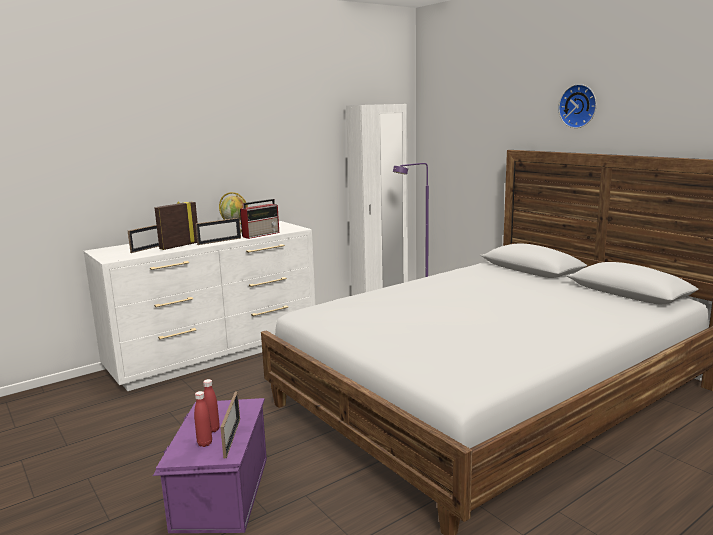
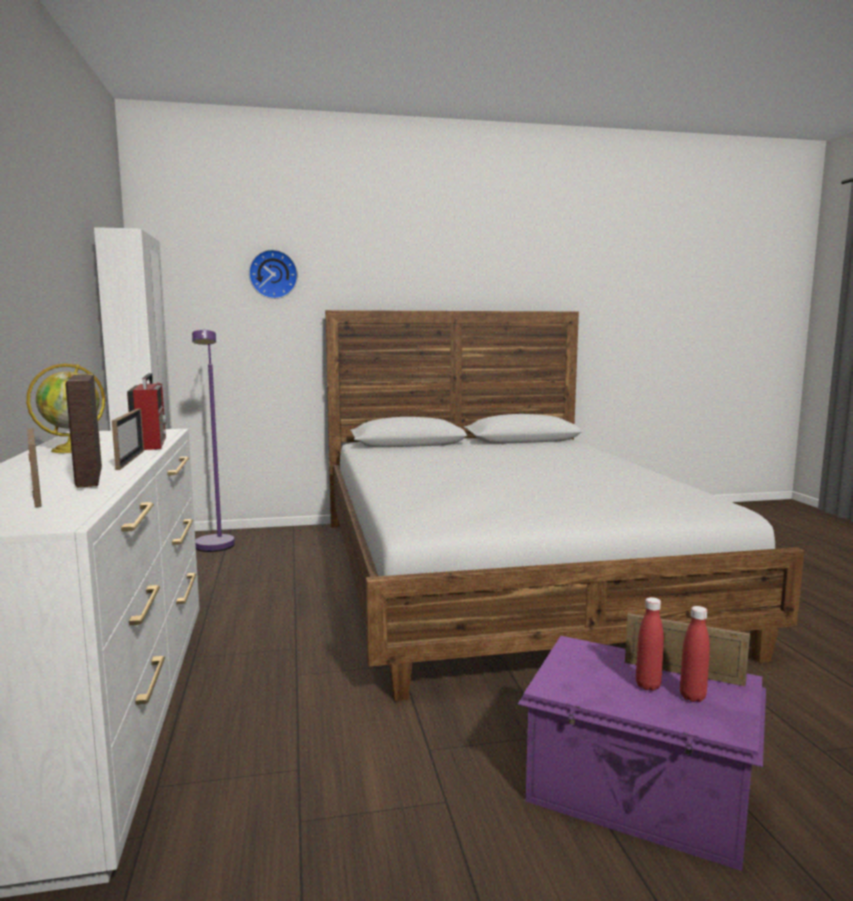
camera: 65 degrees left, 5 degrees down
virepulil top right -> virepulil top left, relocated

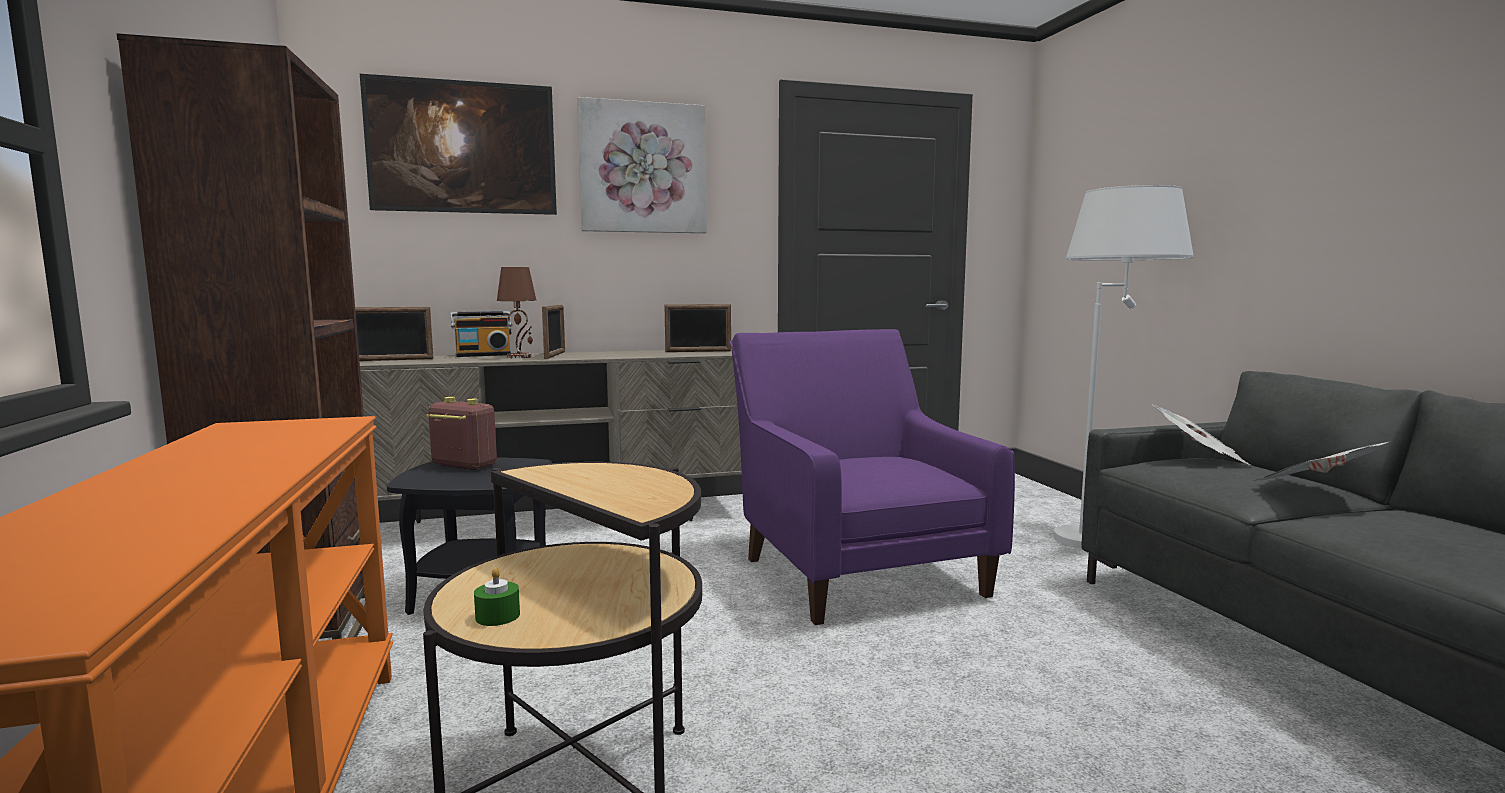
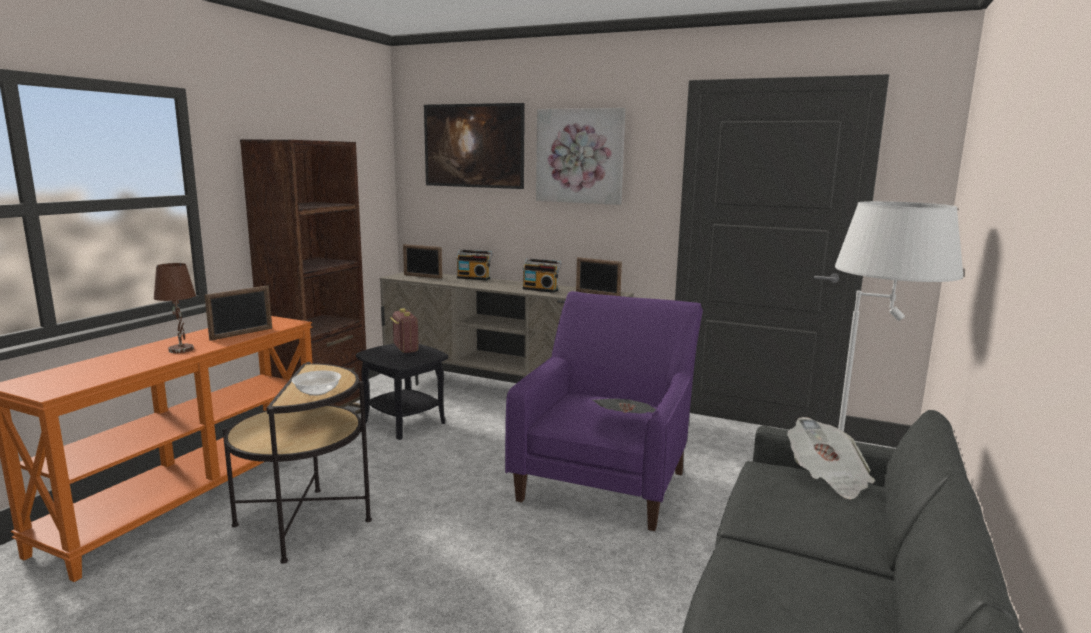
camera: 40 degrees right, 5 degrees up
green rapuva bottom left -> none
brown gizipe centre -> brown gizipe middle left, relocated
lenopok (no. 2 from left in the first image) centre -> lenopok (no. 1 from left) middle left, relocated
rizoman (no. 2 from left in the first image) middle right -> rizoman (no. 1 from left) centre, relocated
none -> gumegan middle left
none -> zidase (no. 3 from left) centre

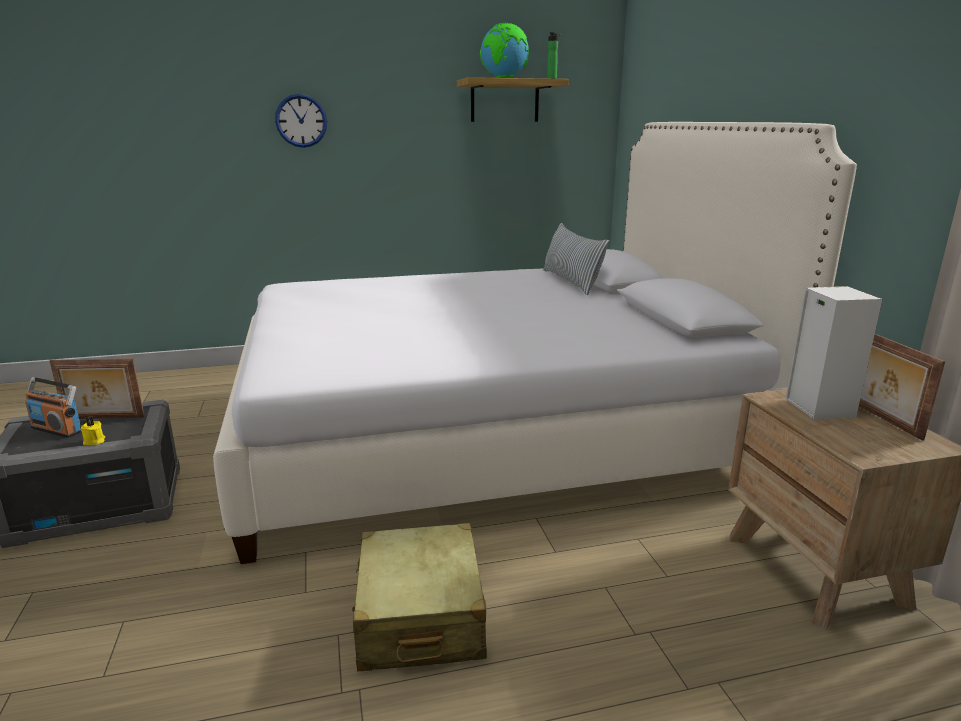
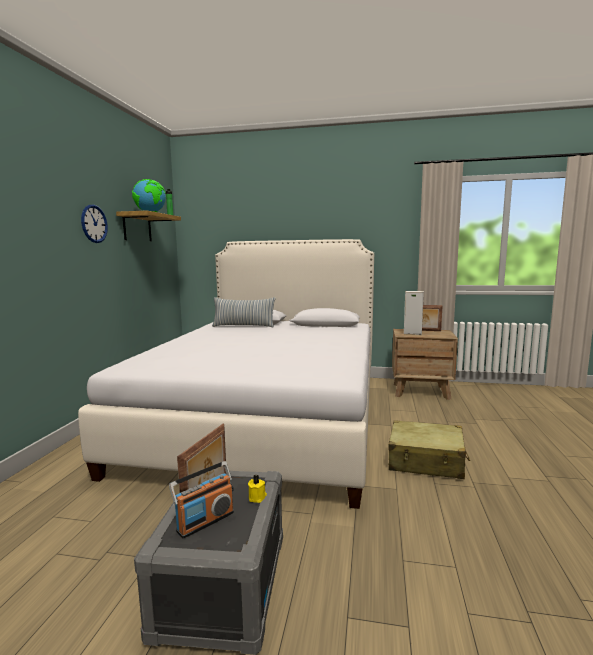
camera: 65 degrees left, 10 degrees down
virepulil top left -> virepulil middle left, relocated

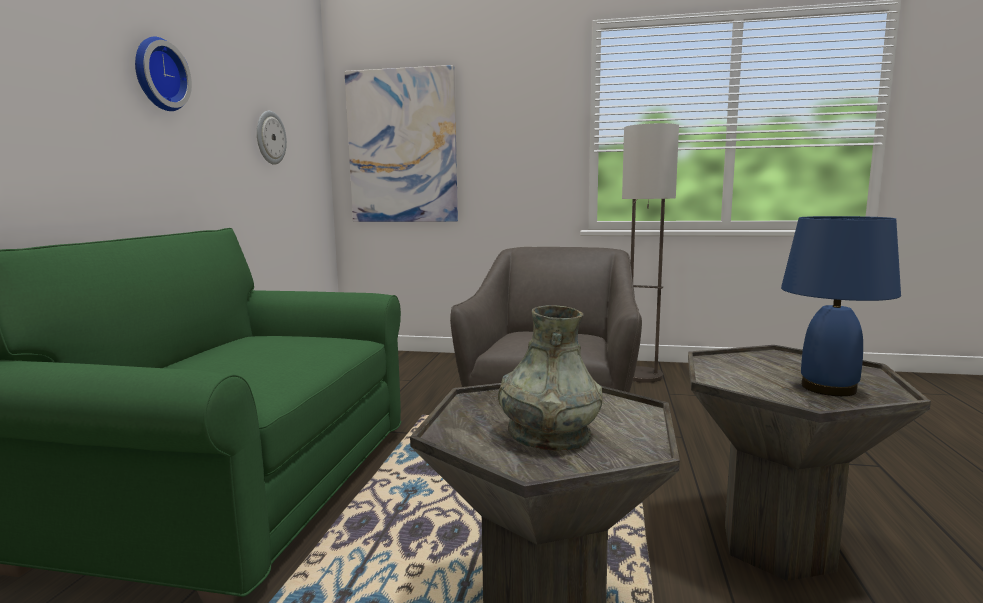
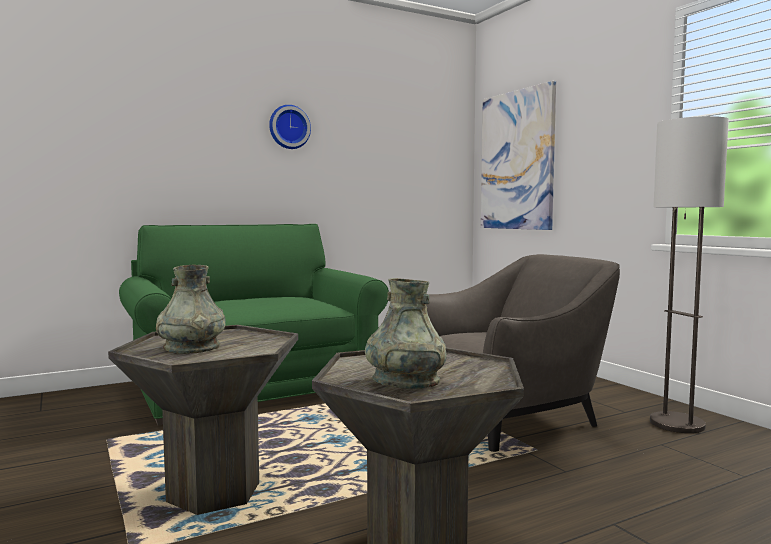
camera: 50 degrees right, 5 degrees down
virepulil (no. 2 from left) top left -> none
blue gizipe middle right -> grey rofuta (no. 2 from left) centre

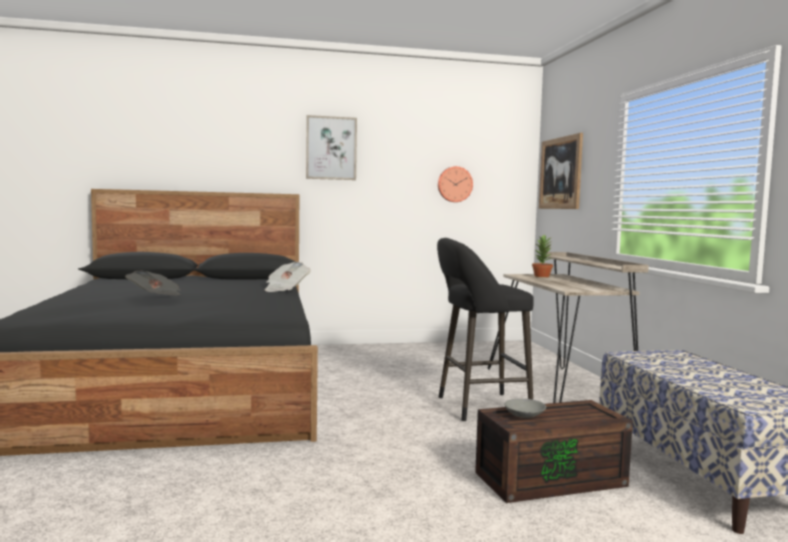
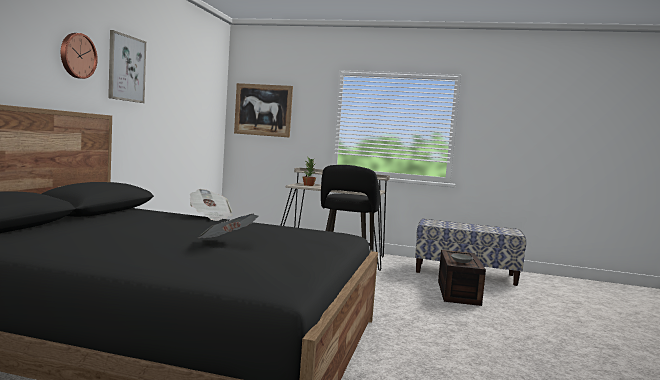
camera: 65 degrees left, 0 degrees up
virepulil centre -> virepulil top left, relocated

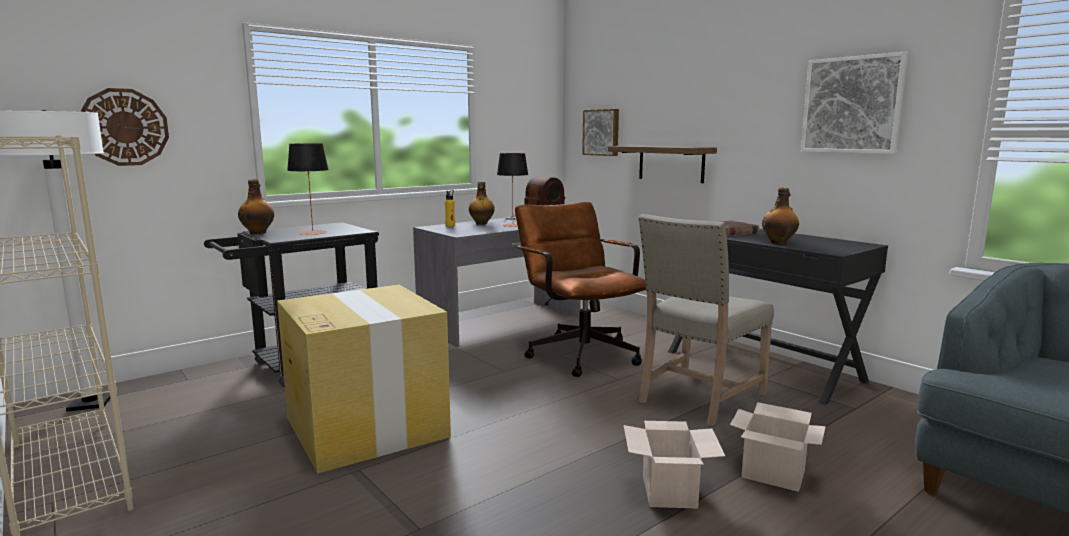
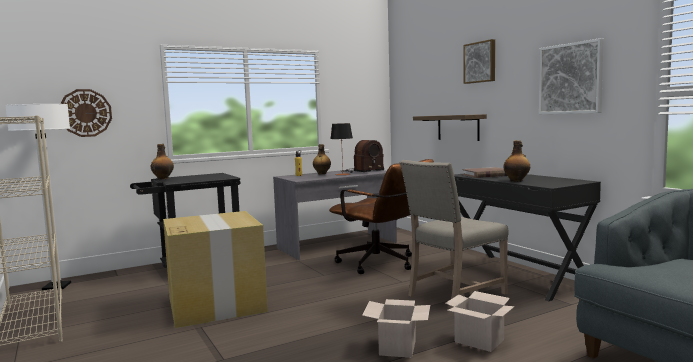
camera: 10 degrees right, 5 degrees down
gizipe (no. 1 from left) middle left -> none
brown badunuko centre, 150 degrees clockwise
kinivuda (no. 1 from left) top centre -> kinivuda (no. 1 from left) top right, relocated

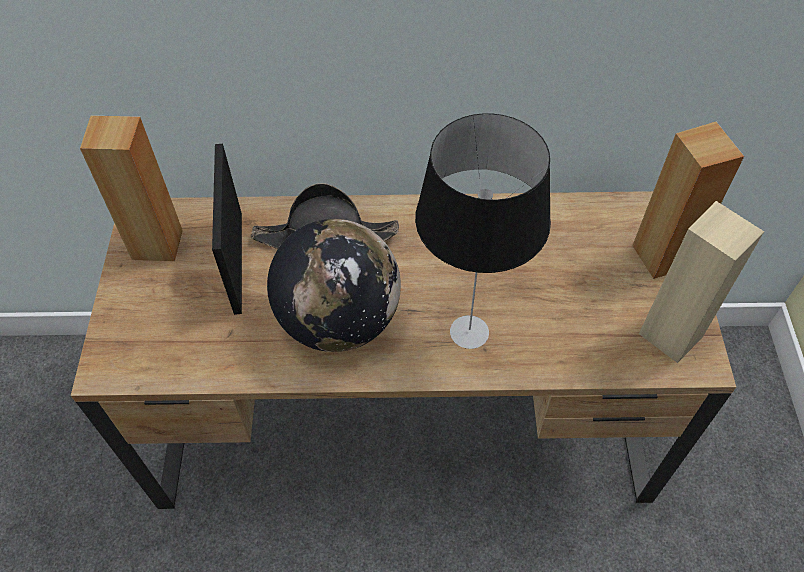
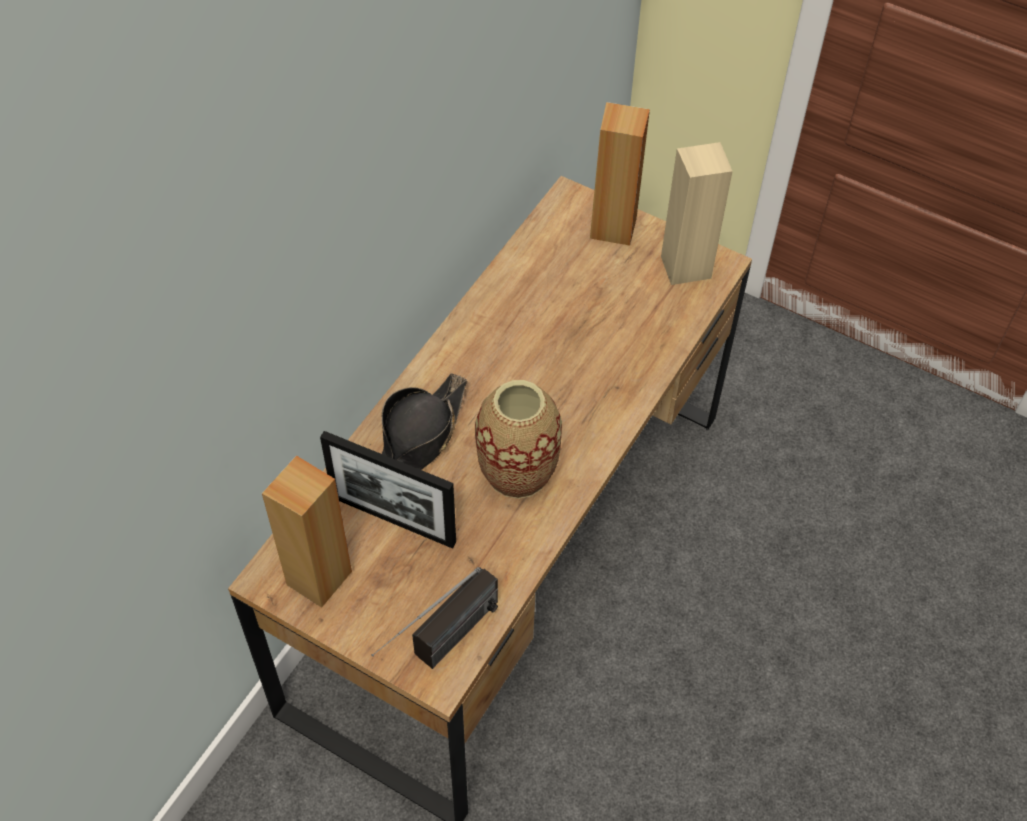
camera: 60 degrees left, 0 degrees up
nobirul centre -> rofuta centre
gizipe centre -> none
none -> zidase bottom centre

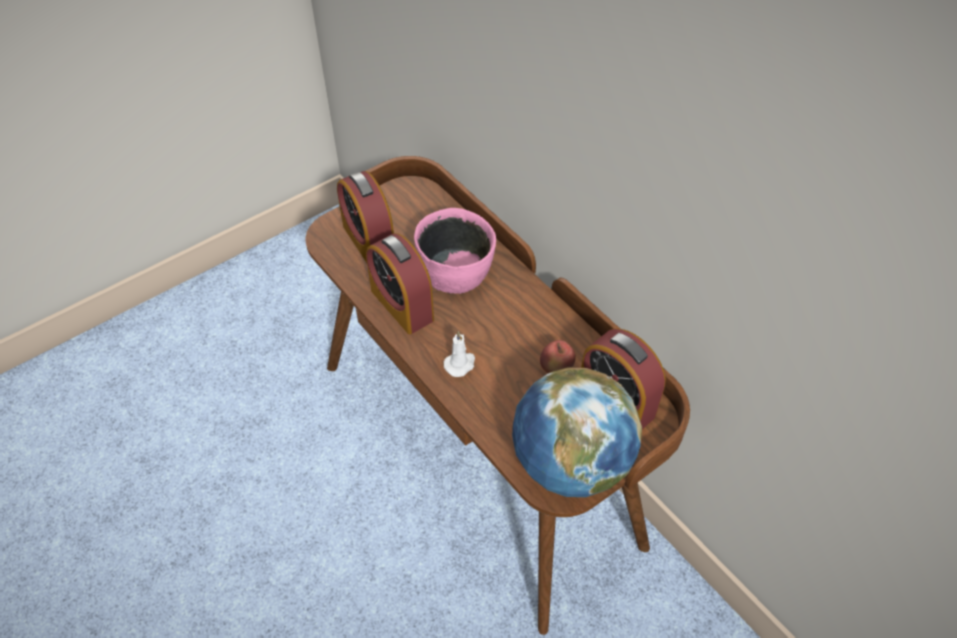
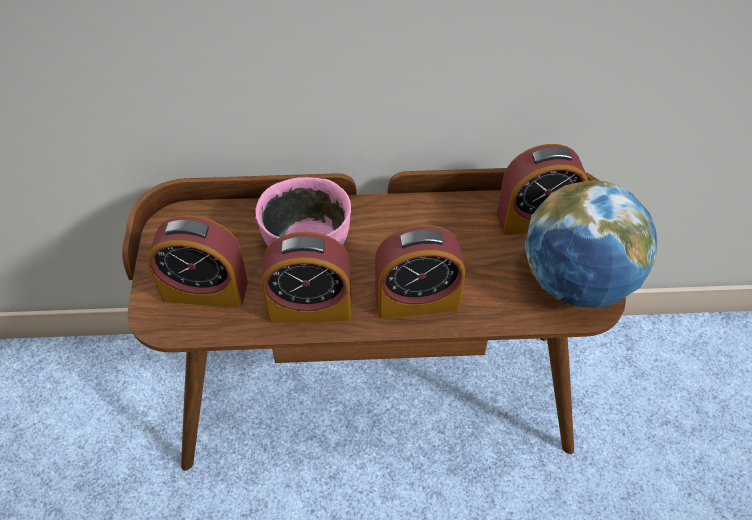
camera: 55 degrees left, 0 degrees up
white rapuva centre -> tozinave (no. 3 from left) centre
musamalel centre -> none

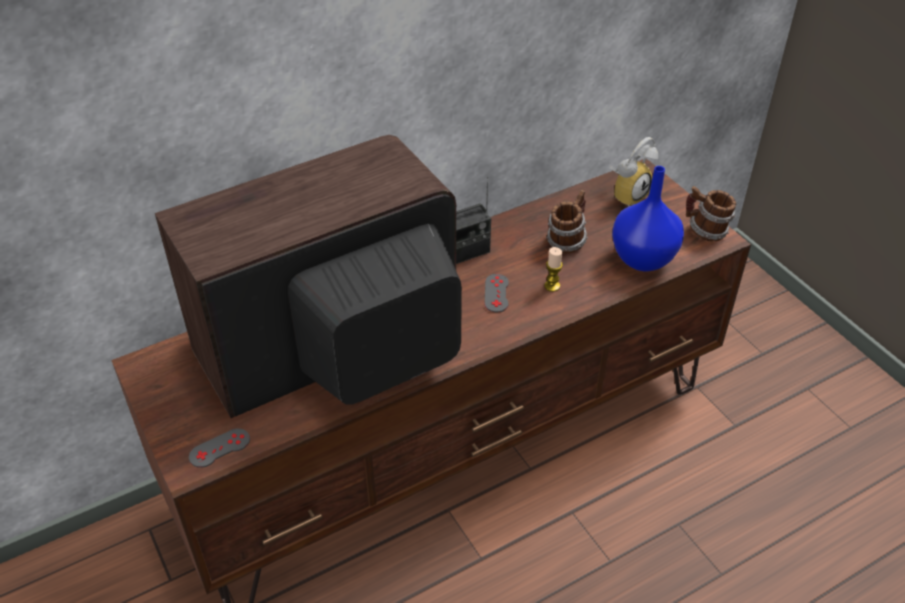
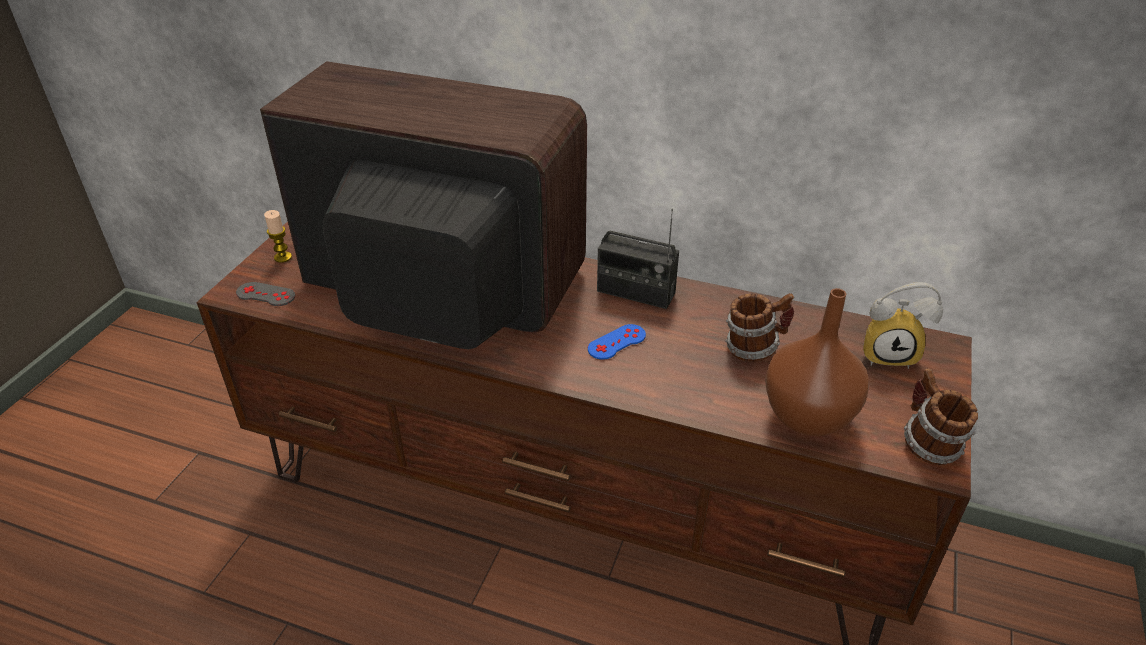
camera: 50 degrees right, 5 degrees down
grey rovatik (no. 2 from left) centre -> blue rovatik centre
rapuva centre -> rapuva middle left, relocated
blue rofuta middle right -> brown rofuta middle right

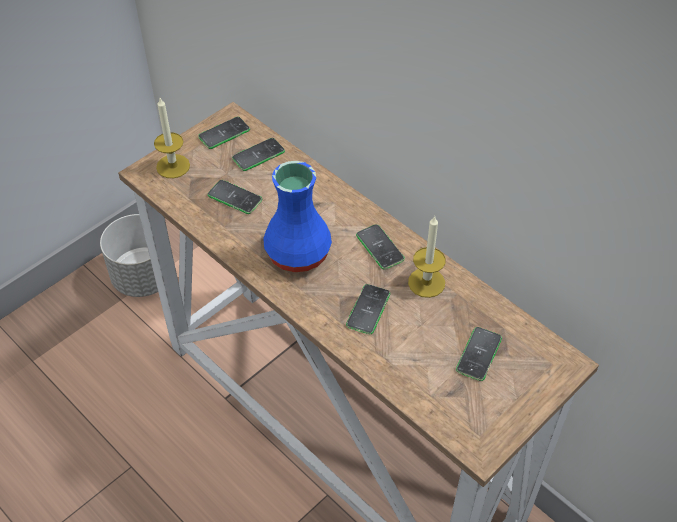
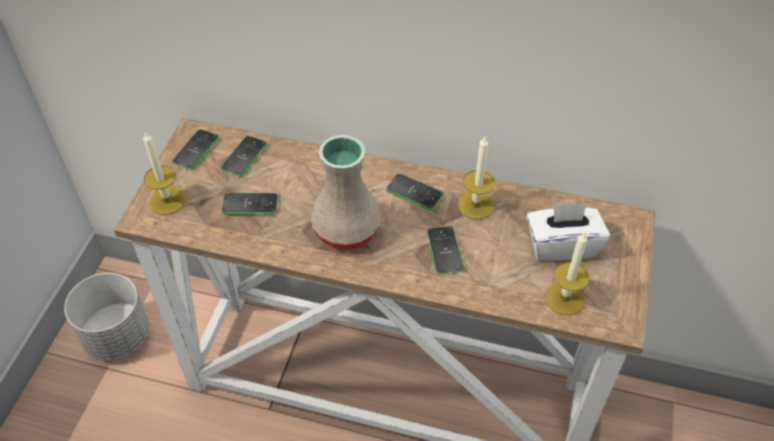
camera: 30 degrees left, 0 degrees up
blue rofuta centre -> beige rofuta centre
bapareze (no. 6 from left) bottom right -> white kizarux middle right
none -> rapuva (no. 3 from left) middle right

